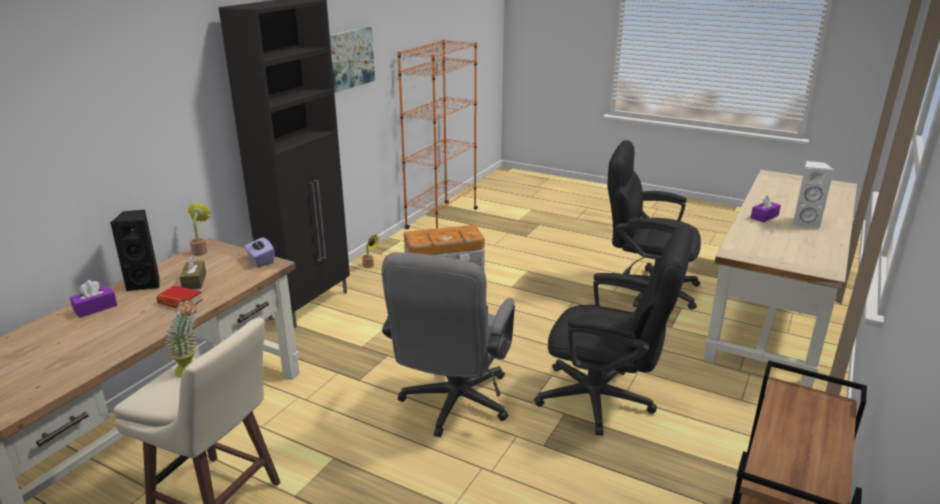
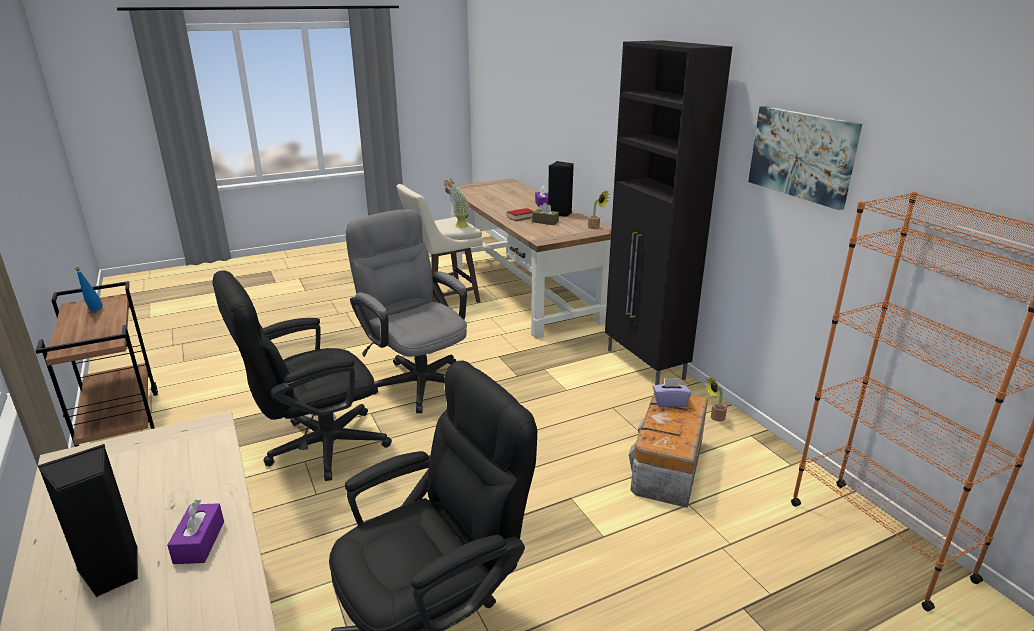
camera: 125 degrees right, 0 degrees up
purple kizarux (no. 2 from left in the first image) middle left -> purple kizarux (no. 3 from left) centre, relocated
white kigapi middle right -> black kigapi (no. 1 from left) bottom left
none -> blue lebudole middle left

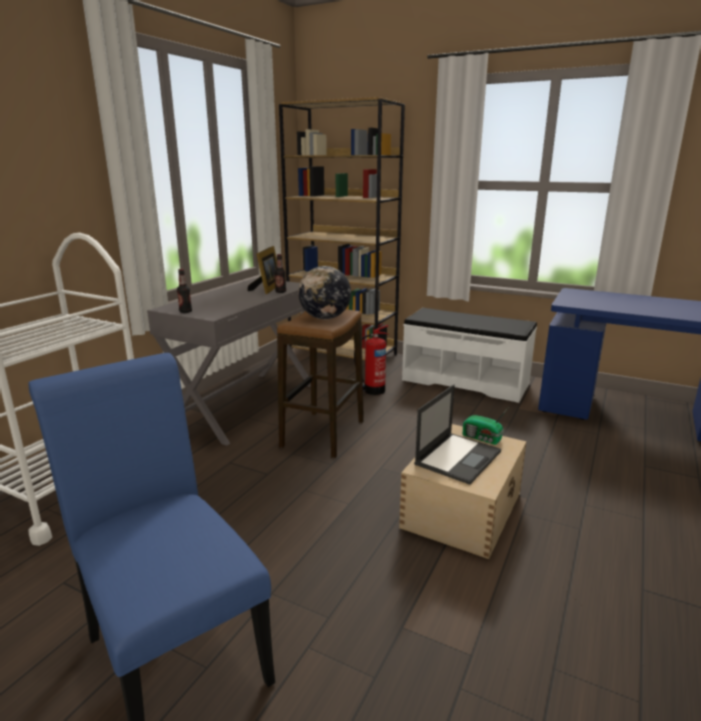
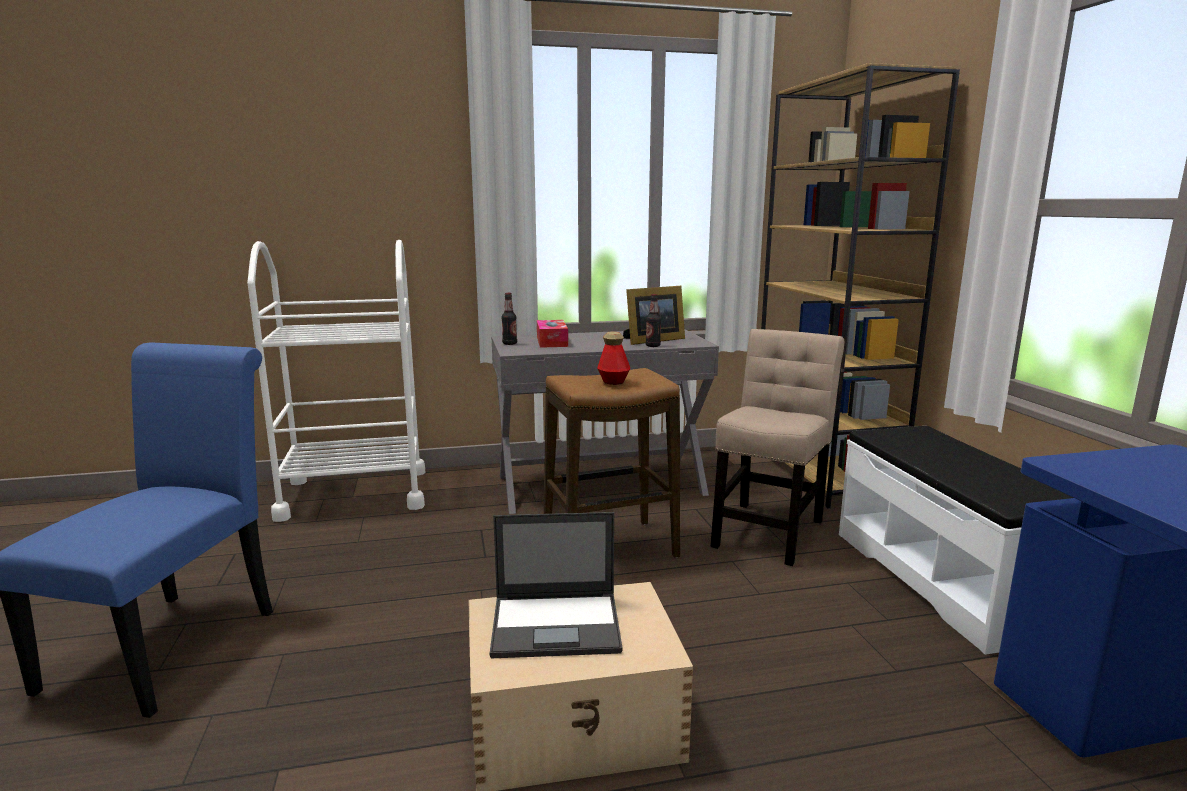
camera: 50 degrees right, 5 degrees down
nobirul centre -> lebudole (no. 2 from left) centre
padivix centre -> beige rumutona centre
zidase middle right -> none
none -> kizarux centre

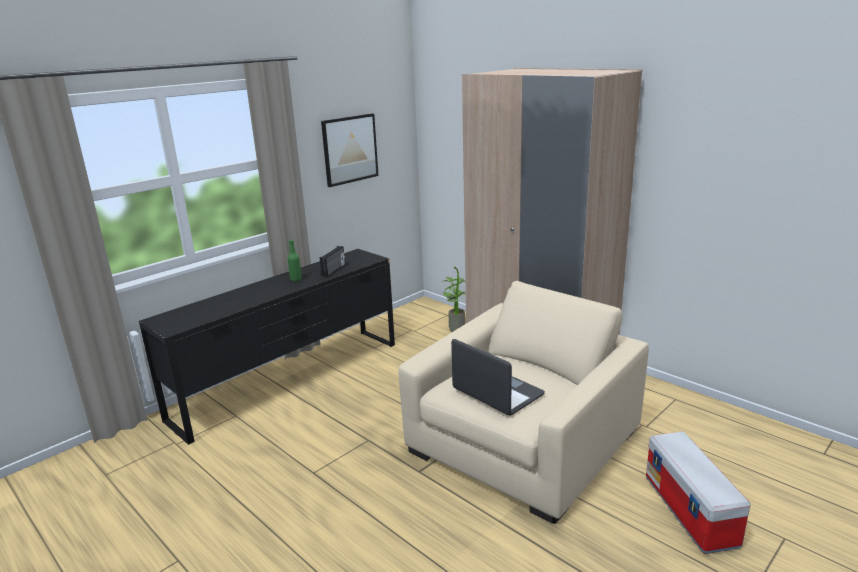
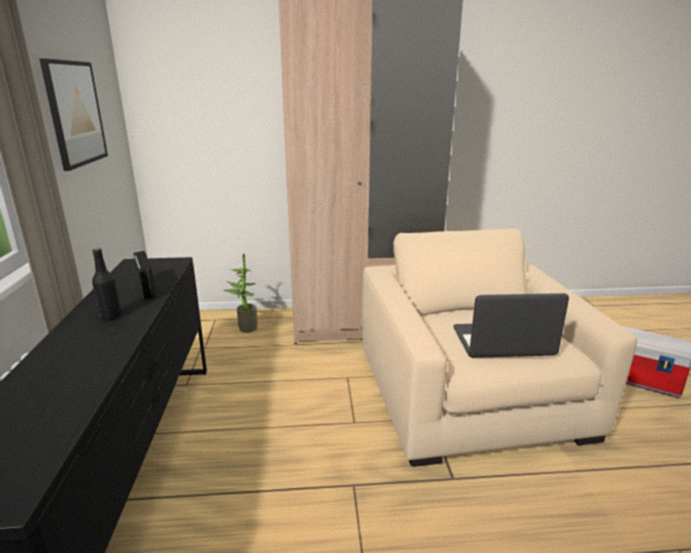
camera: 50 degrees left, 0 degrees up
green lebudole centre -> black lebudole middle left

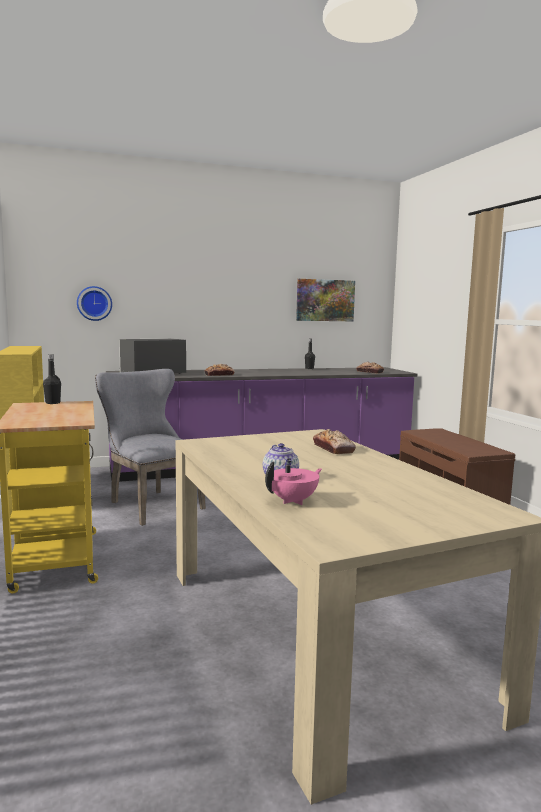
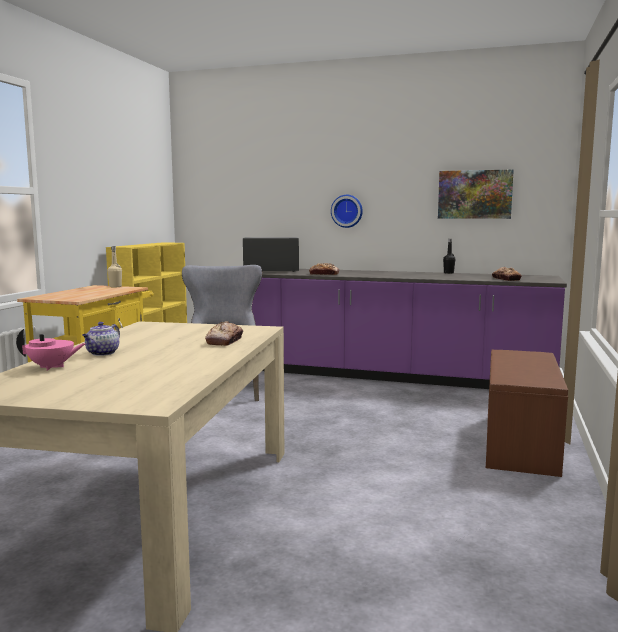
camera: 35 degrees right, 0 degrees up
black lebudole (no. 1 from left) middle left -> beige lebudole middle left
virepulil middle left -> virepulil centre, relocated

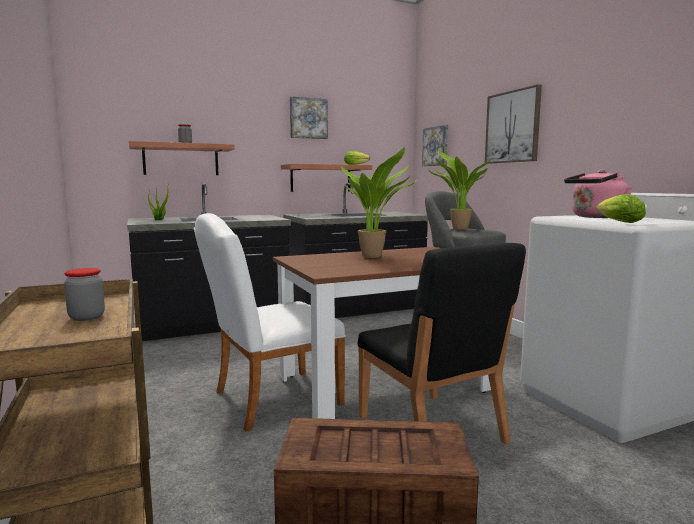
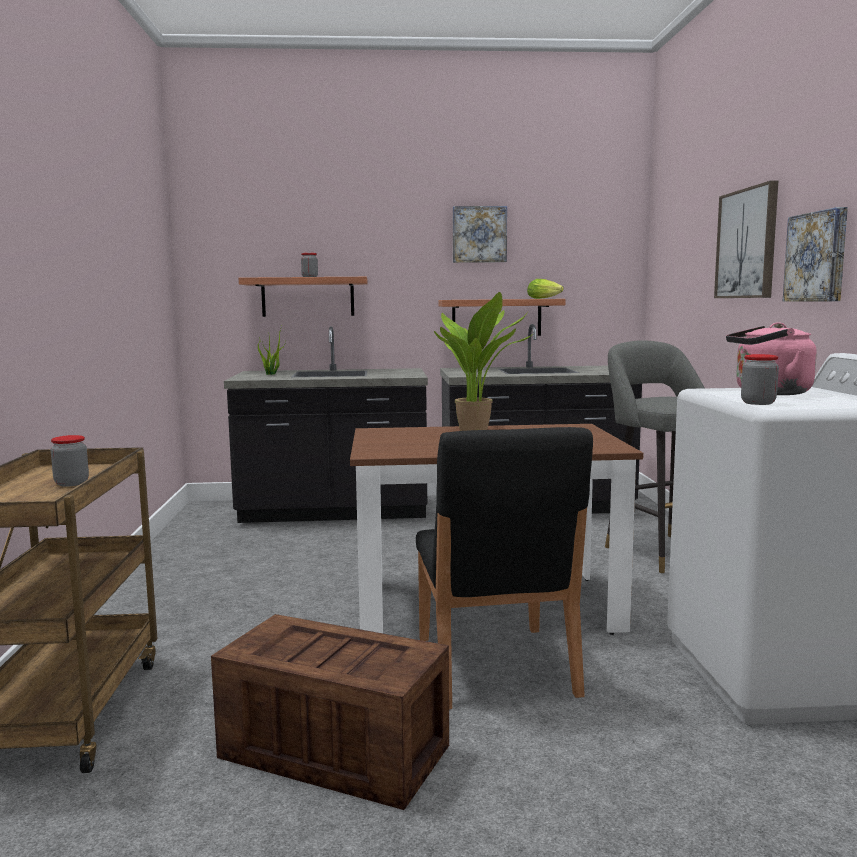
camera: 20 degrees right, 0 degrees up
white rumutona centre -> none
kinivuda (no. 2 from left in the first image) top centre -> kinivuda (no. 3 from left) top right, relocated
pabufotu (no. 3 from left) centre -> none
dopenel (no. 2 from left) middle right -> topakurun (no. 3 from left) middle right

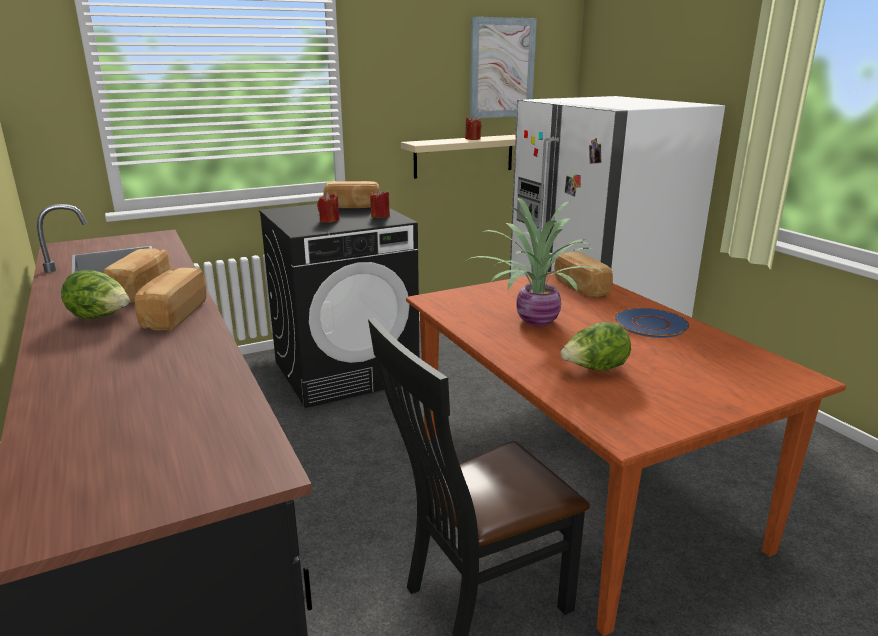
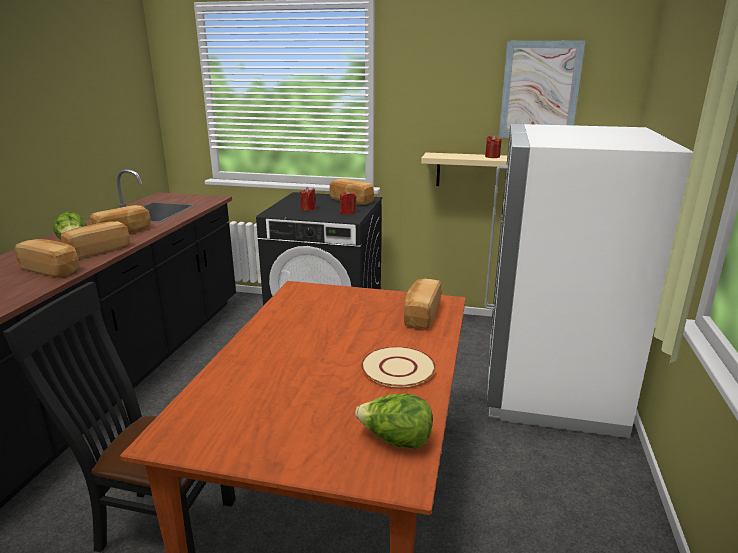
camera: 40 degrees right, 0 degrees up
pabufotu centre -> none
dopenel (no. 2 from left) middle right -> dopenel (no. 2 from left) bottom centre, relocated
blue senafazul middle right -> beige senafazul centre
none -> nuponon (no. 1 from left) middle left

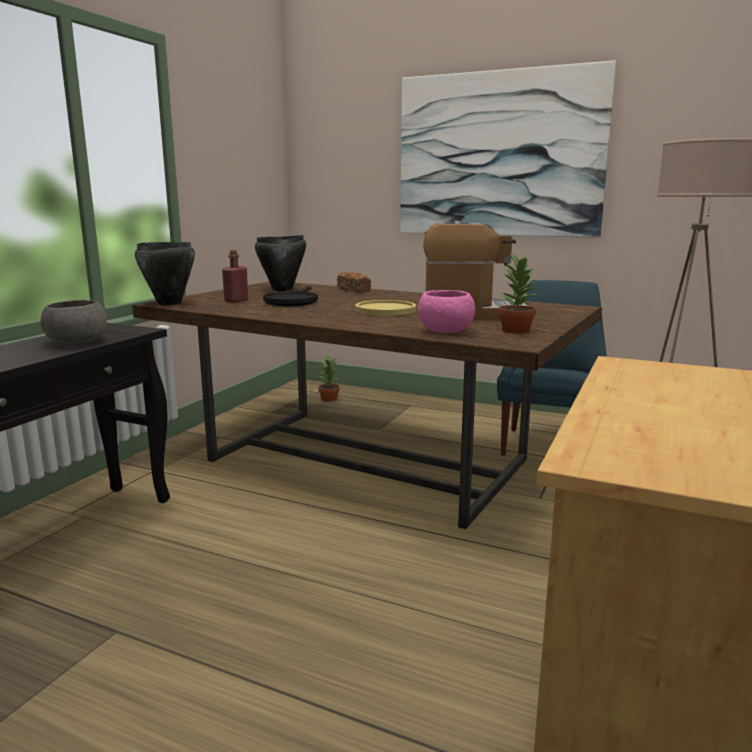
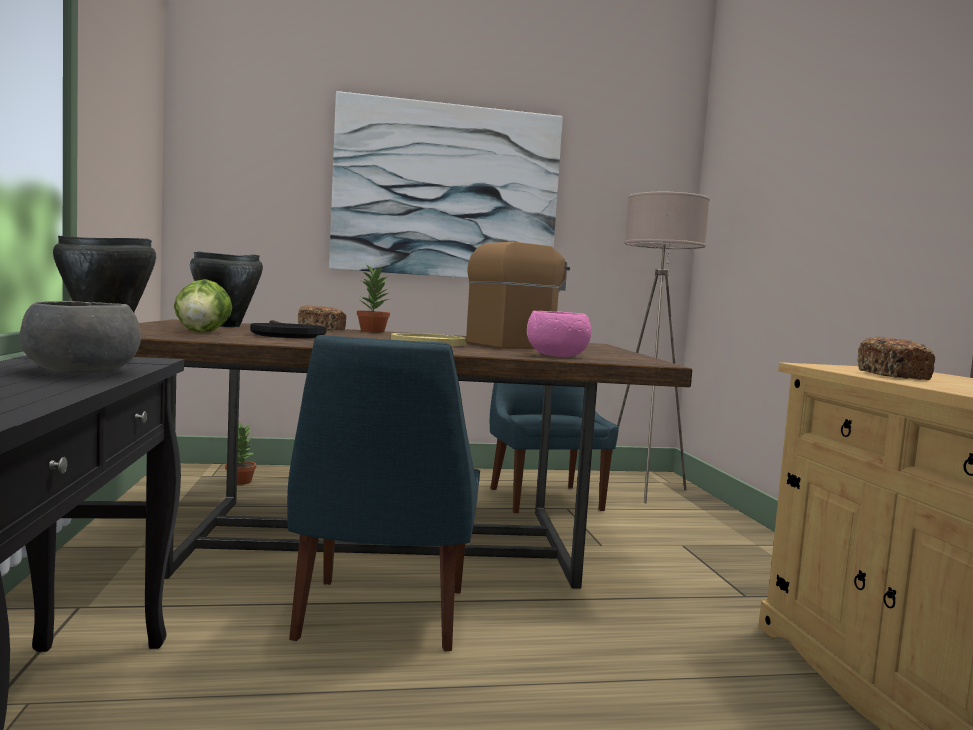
camera: 35 degrees left, 10 degrees down
red lebudole middle left -> dopenel middle left
pabufotu (no. 2 from left) middle right -> pabufotu (no. 2 from left) centre, relocated
none -> blue rumutona (no. 1 from left) bottom centre
none -> nuponon (no. 2 from left) middle right

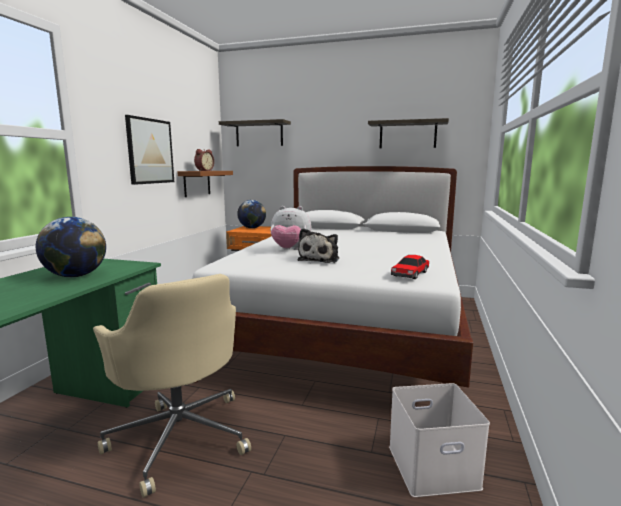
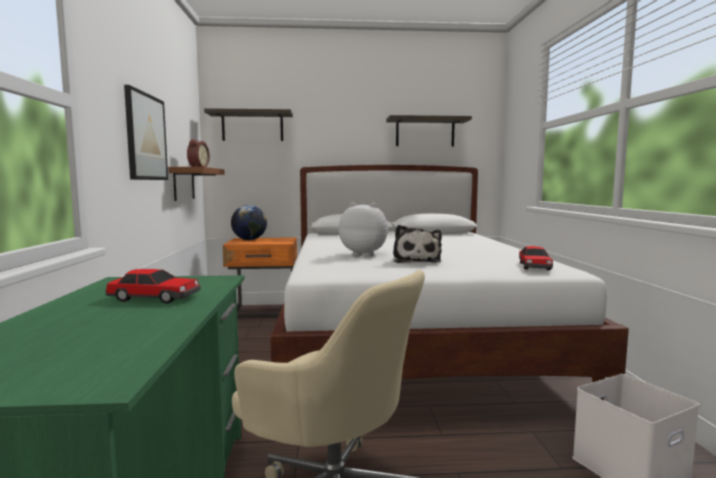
camera: 20 degrees left, 5 degrees down
nobirul (no. 1 from left) middle left -> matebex (no. 1 from left) middle left
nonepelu (no. 1 from left) centre, 150 degrees counterclockwise

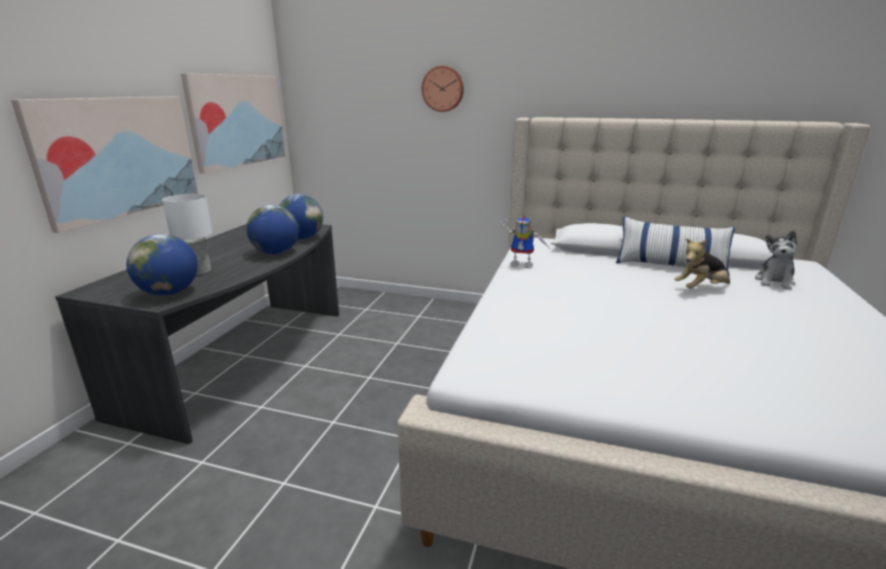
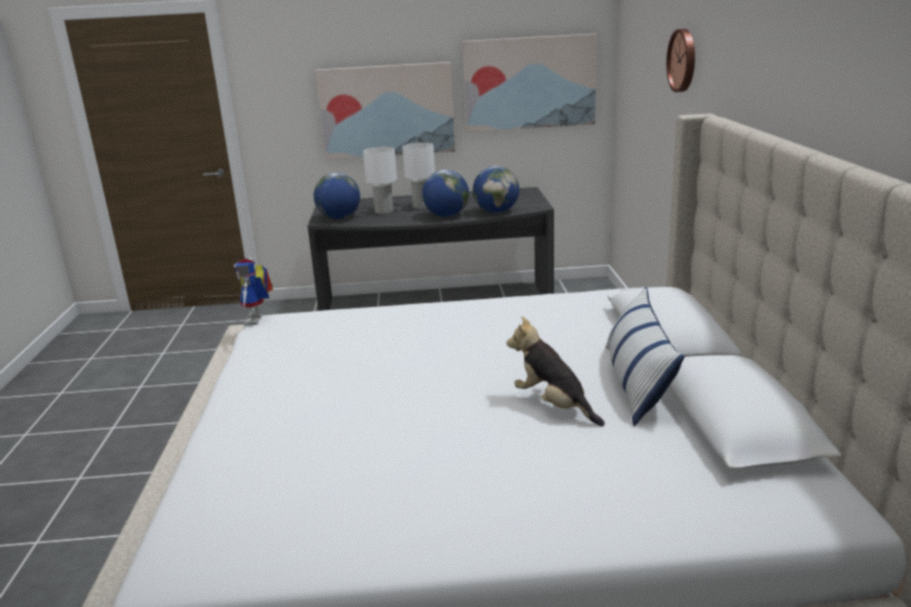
camera: 70 degrees right, 0 degrees up
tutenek centre -> tutenek middle left, relocated
nonepelu (no. 2 from left) middle right -> none
none -> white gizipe (no. 2 from left) top centre

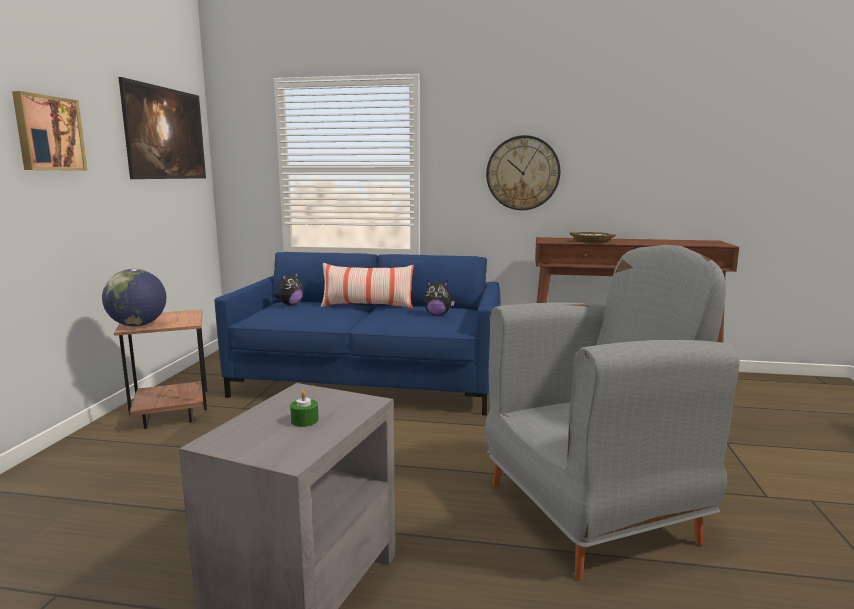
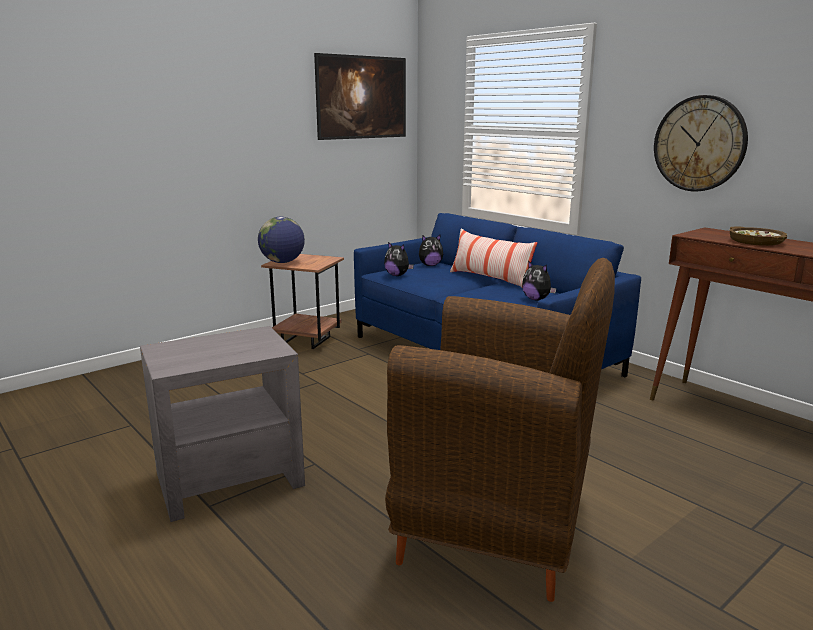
camera: 40 degrees right, 5 degrees up
kinivuda (no. 1 from left) top left -> none
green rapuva bottom centre -> none
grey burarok bottom right -> brown burarok bottom centre
none -> nonepelu (no. 1 from left) centre

